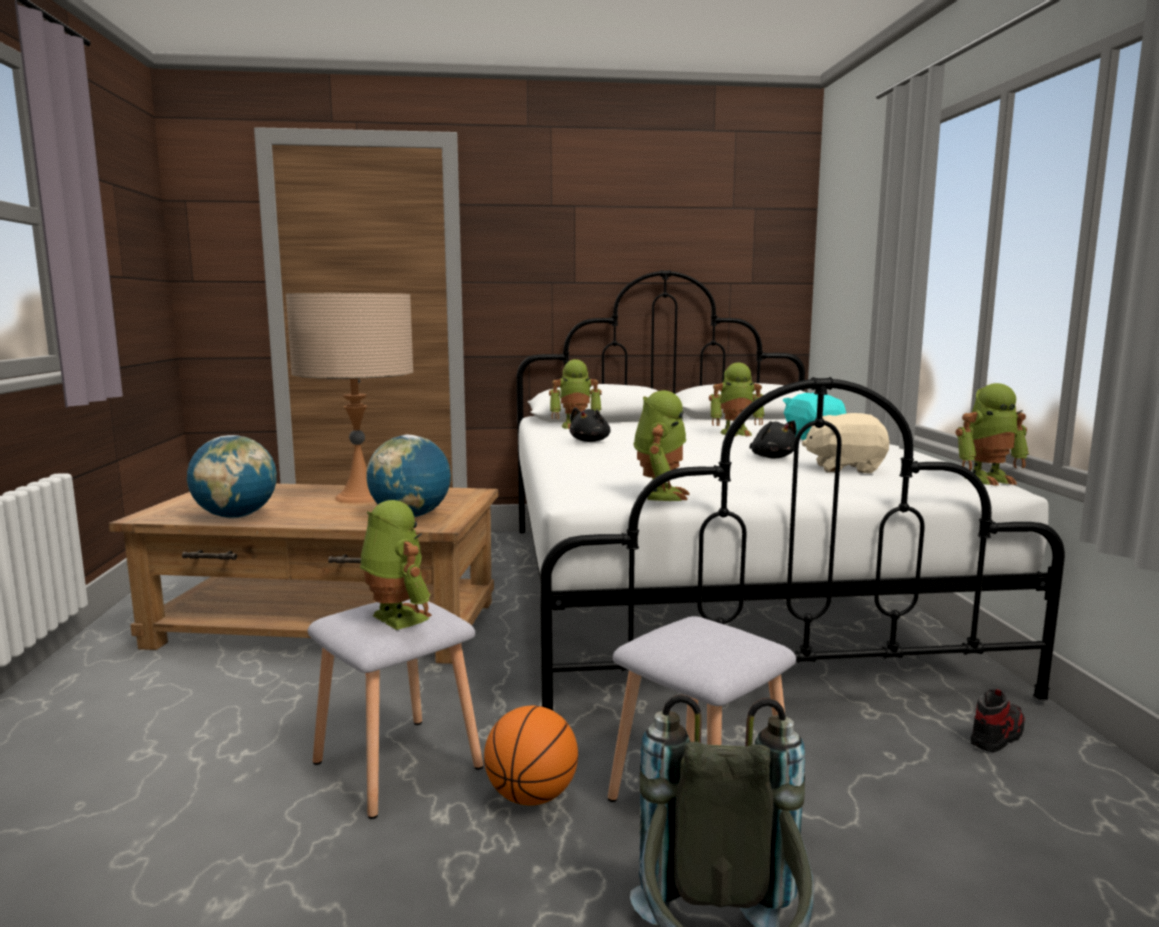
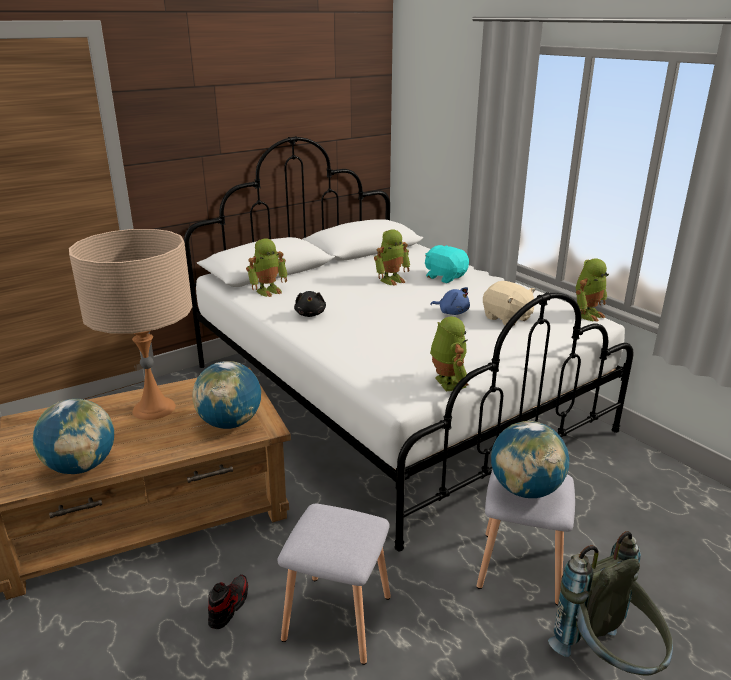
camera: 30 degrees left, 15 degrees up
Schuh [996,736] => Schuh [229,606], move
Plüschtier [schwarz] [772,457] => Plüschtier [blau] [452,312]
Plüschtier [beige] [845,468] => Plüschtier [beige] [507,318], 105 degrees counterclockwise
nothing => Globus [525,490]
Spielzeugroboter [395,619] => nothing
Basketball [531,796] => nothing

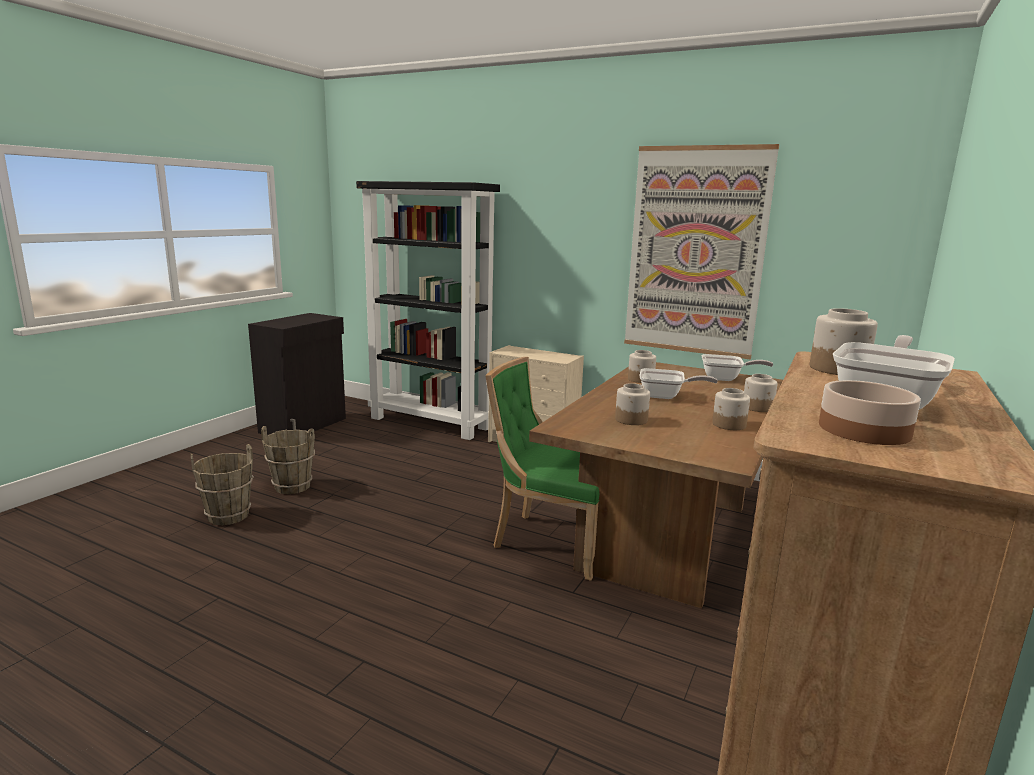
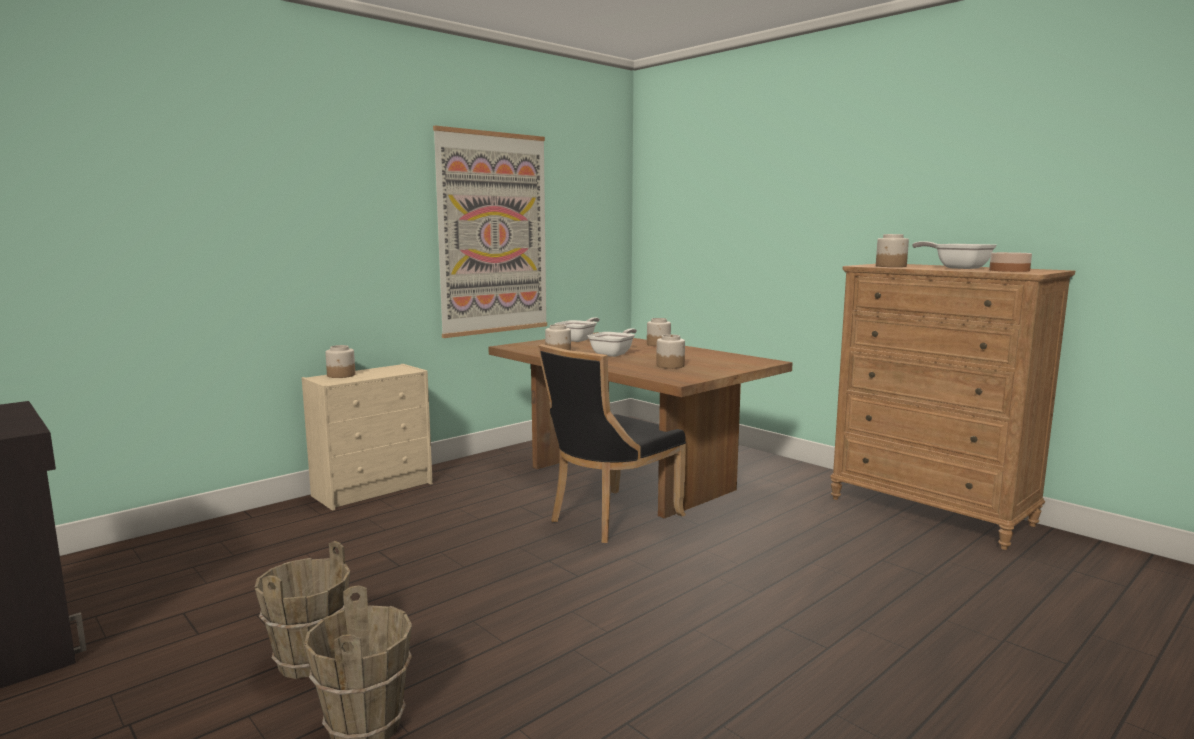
camera: 70 degrees left, 5 degrees down
Vorratsglas [729,425] => Vorratsglas [341,375], move
Stuhl [grün] [551,541] => Stuhl [schwarz] [610,518]
Bücherregal [schwarz] [431,423] => nothing

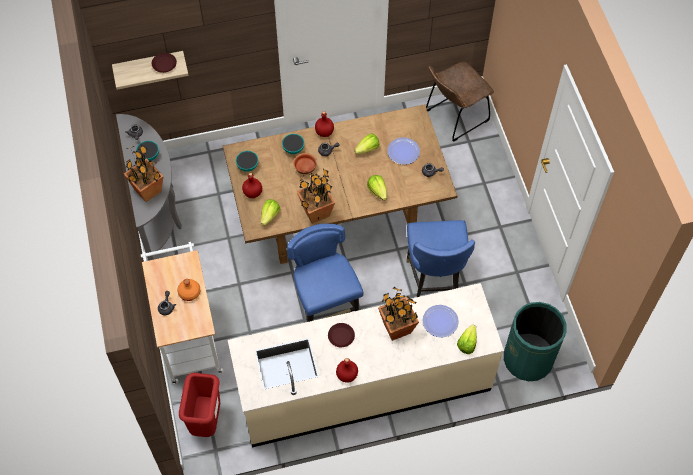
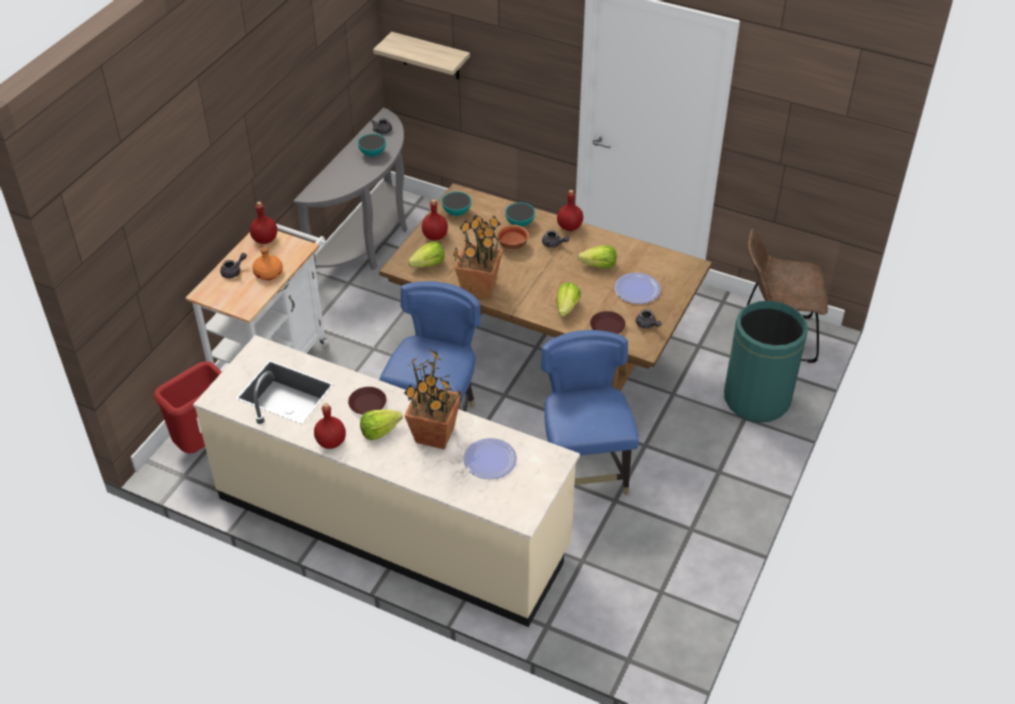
camera: 40 degrees right, 15 degrees down
nothing => Flasche [rot] [265,239]
Salatkopf [467,343] => Salatkopf [379,431], move
Stuhl [blau] [434,279] => Stuhl [blau] [583,473], 135 degrees clockwise
Teller [braun] [164,64] => Teller [braun] [607,326], move
Mülleimer [grün] [528,359] => Mülleimer [grün] [757,399], move
Topfpflanze [147,191] => nothing

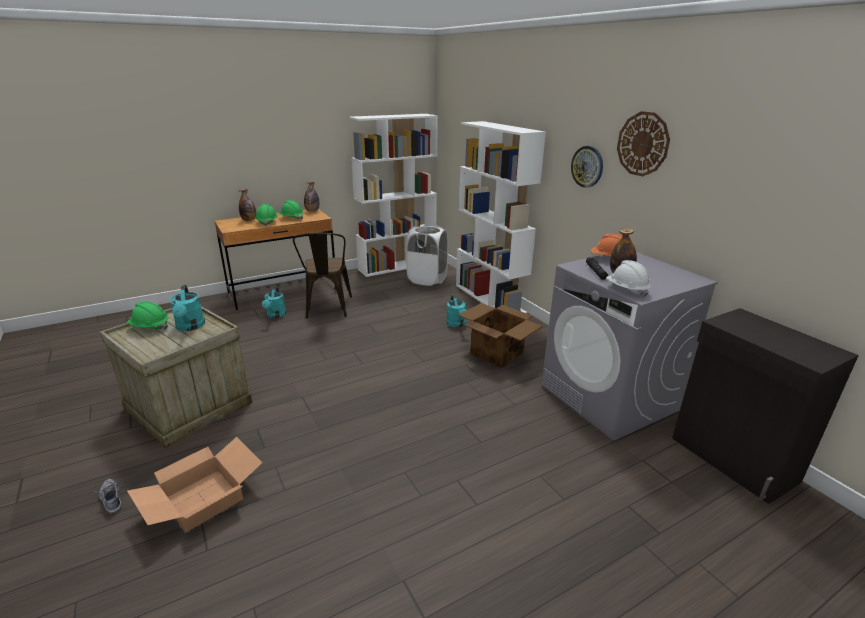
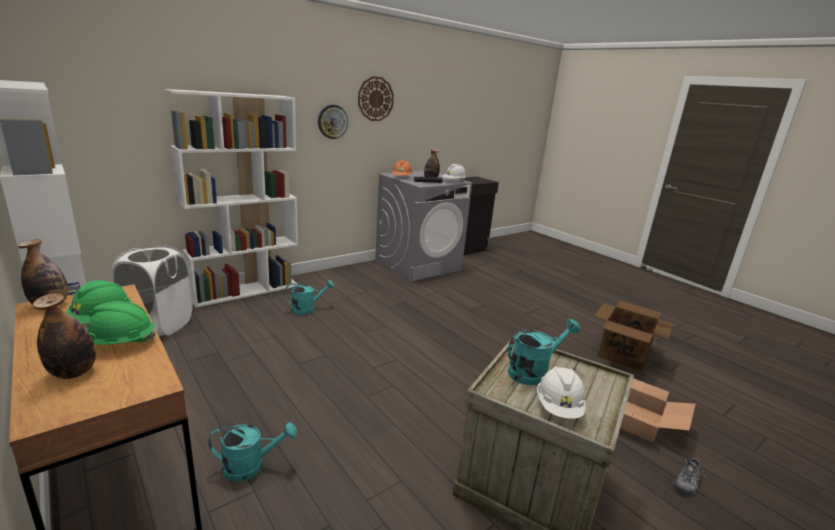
camera: 100 degrees left, 5 degrees down
Schutzhelm [grün] [150,327] => Schutzhelm [weiß] [558,407]
Karton [496,353] => Karton [622,355], move
Stuhl [braun] [327,309] => nothing

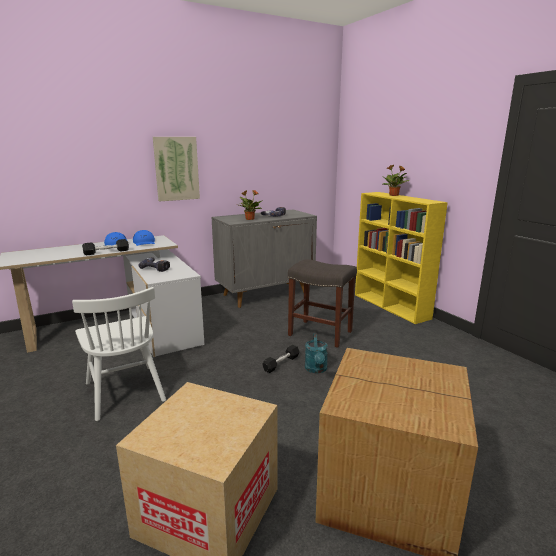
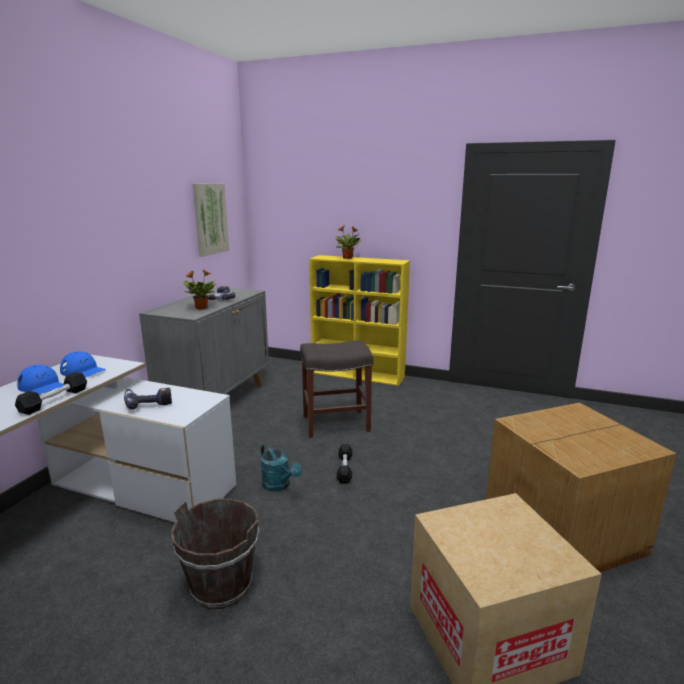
camera: 40 degrees left, 0 degrees up
Stuhl [weiß] [125,391] => Eimer [braun] [221,586]
Bild [176,168] => Bild [210,219], move
Gießkanne [türkis] [316,369] => Gießkanne [türkis] [279,485], move

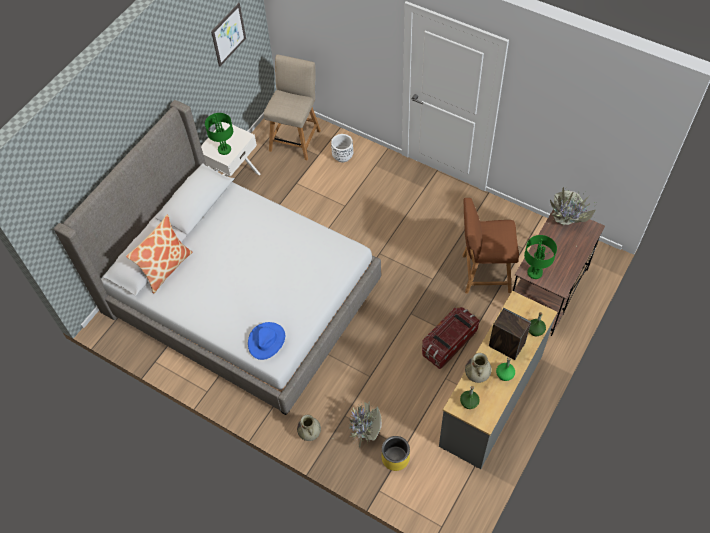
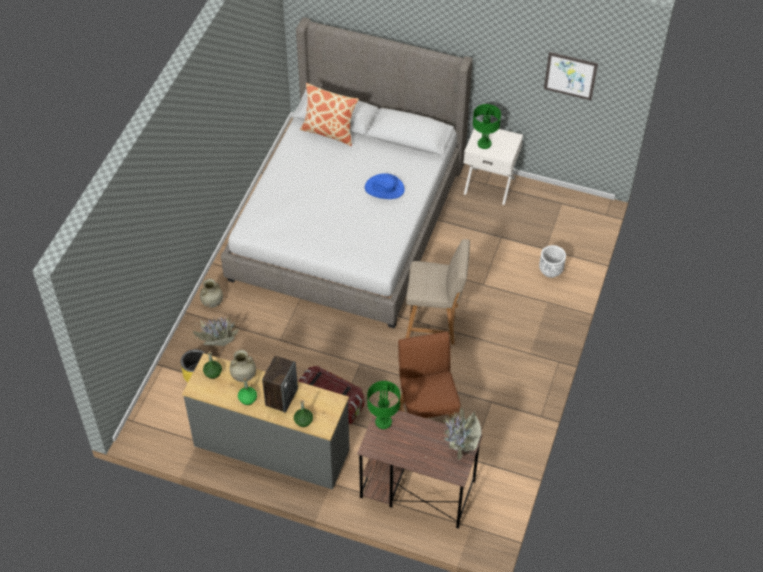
camera: 75 degrees right, 5 degrees down
Hut [blau] [266,341] => Hut [blau] [384,188], move
Stuhl [beige] [296,138] => Stuhl [beige] [435,322], move

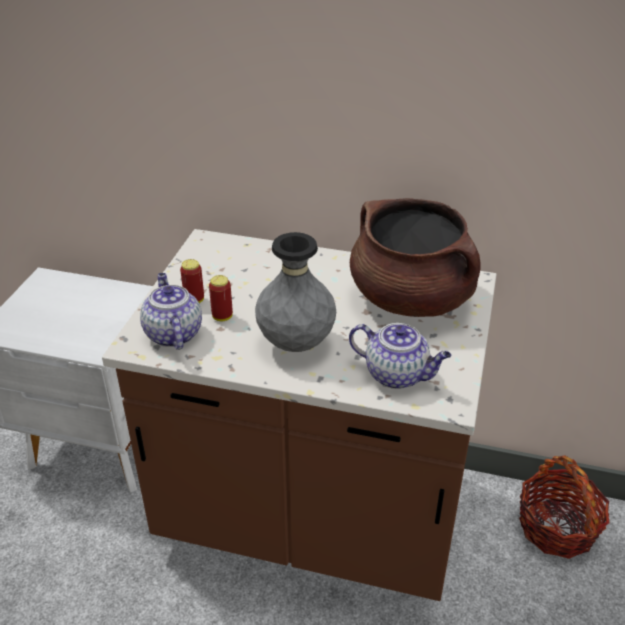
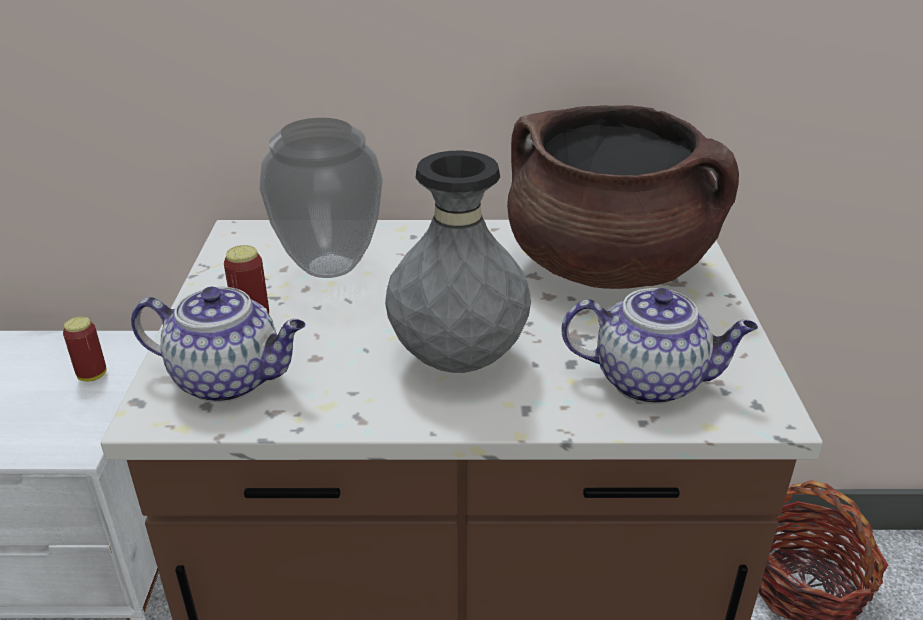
camera: 15 degrees left, 5 degrees down
Dose [222,316] => Dose [92,375], move
Teekanne [172,334] => Teekanne [230,379], 135 degrees clockwise
nothing => Vase [331,266]

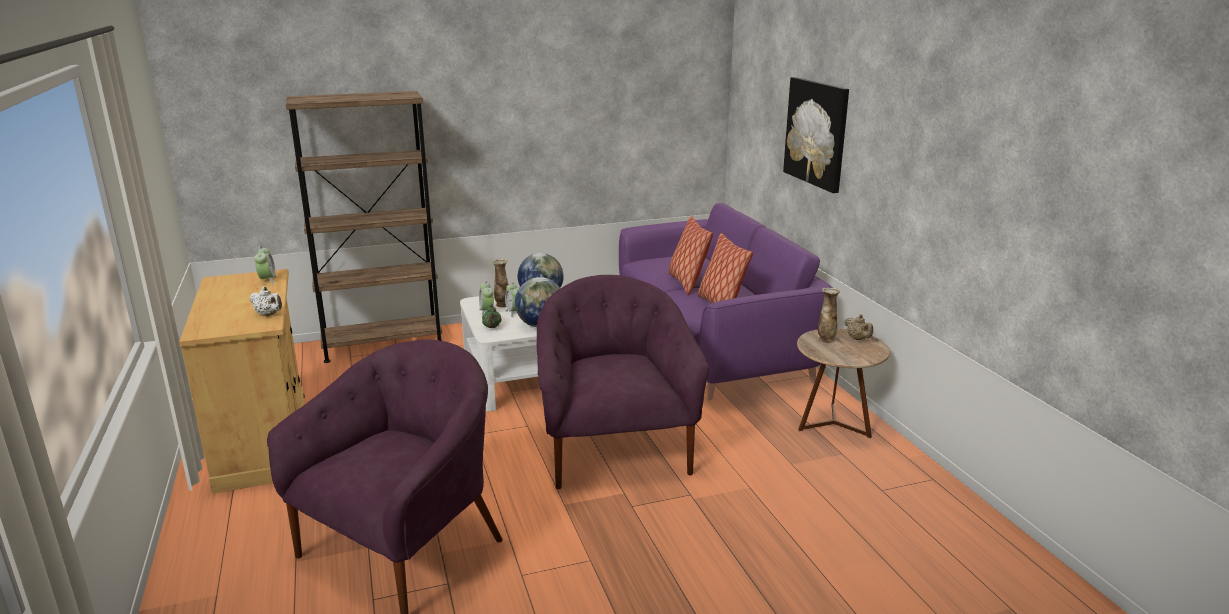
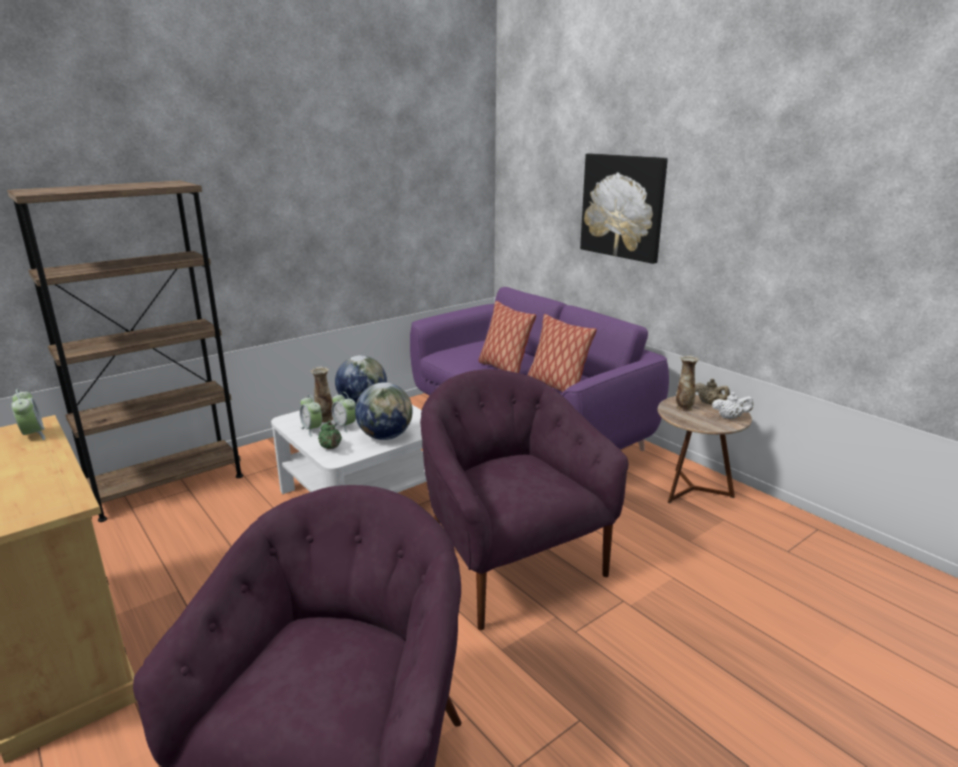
camera: 20 degrees left, 0 degrees up
Teekanne [weiß] [268,314] => Teekanne [weiß] [730,417], move

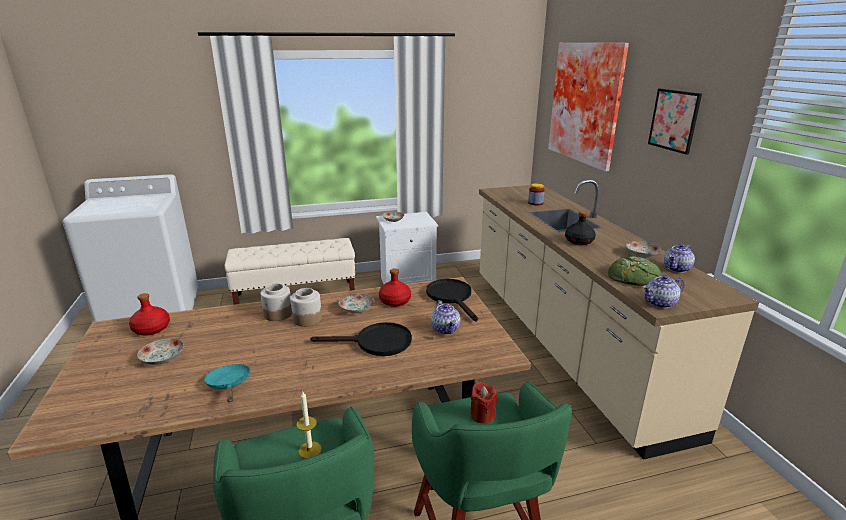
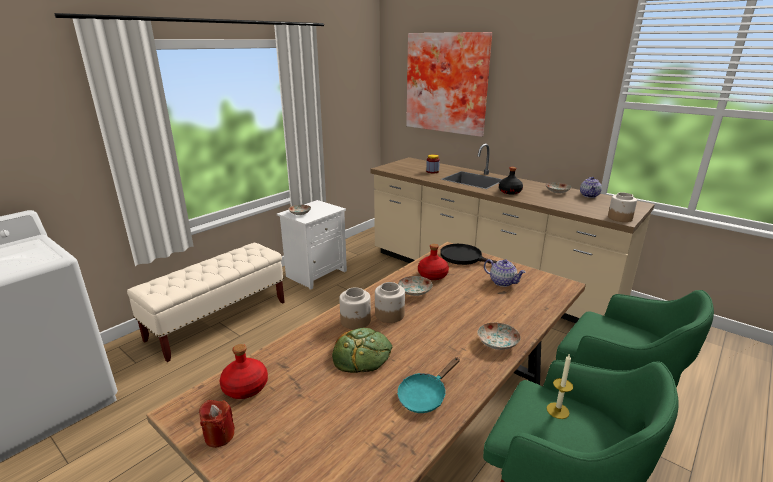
camera: 35 degrees left, 0 degrees up
Kerze [rot] [482,415] => Kerze [rot] [219,436], move
Brot [634,276] => Brot [362,354], move
Pfanne [türkis] [229,385] => Pfanne [türkis] [425,396], 75 degrees counterclockwise
Teller [162,359] => Teller [497,343], move
Teekanne [660,303] => Vorratsglas [620,218]
Pfanne [schwarz] [376,343] => nothing
Bild [674,120] => nothing

